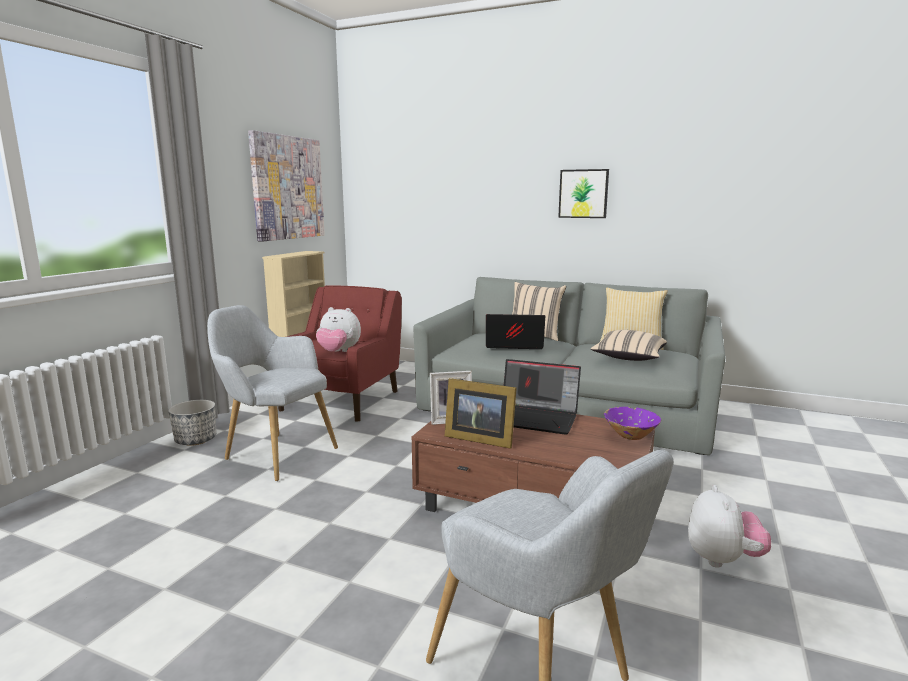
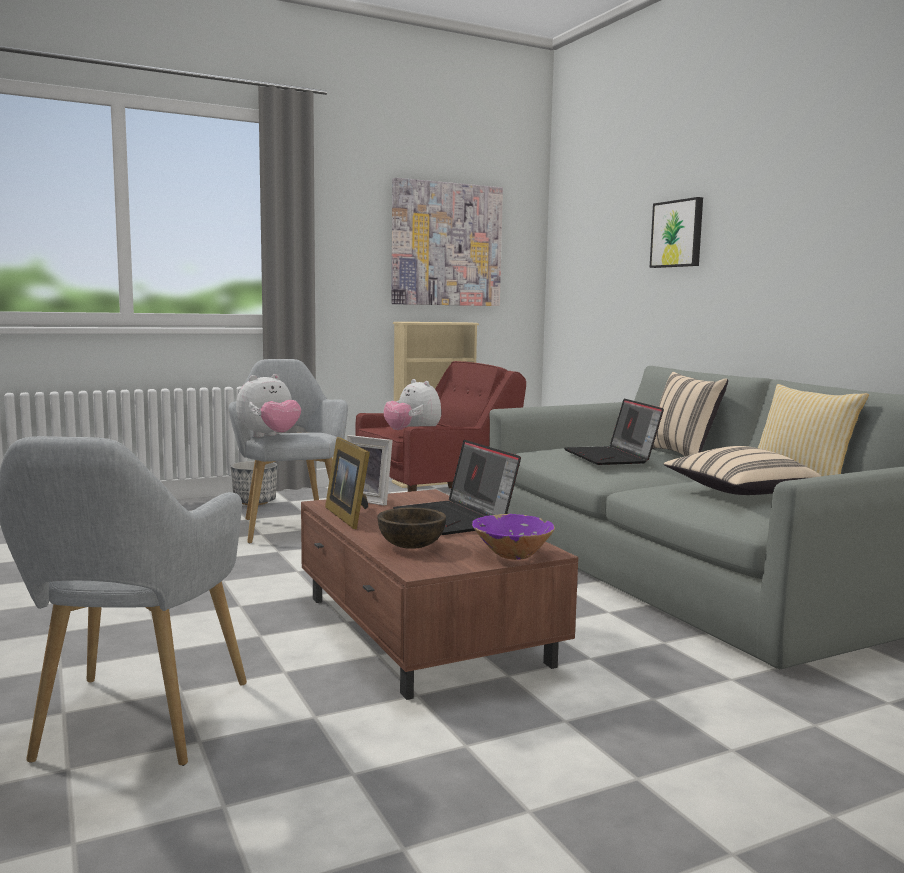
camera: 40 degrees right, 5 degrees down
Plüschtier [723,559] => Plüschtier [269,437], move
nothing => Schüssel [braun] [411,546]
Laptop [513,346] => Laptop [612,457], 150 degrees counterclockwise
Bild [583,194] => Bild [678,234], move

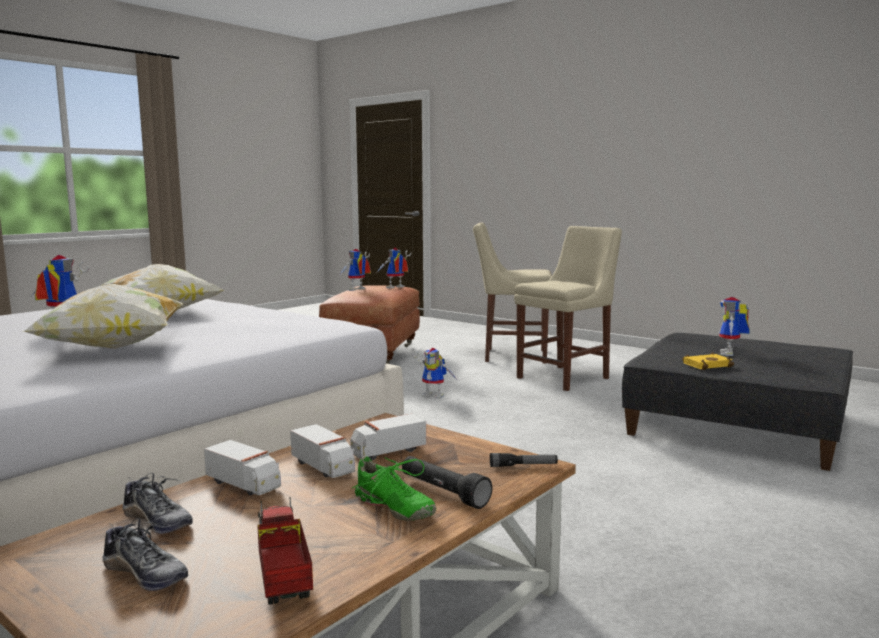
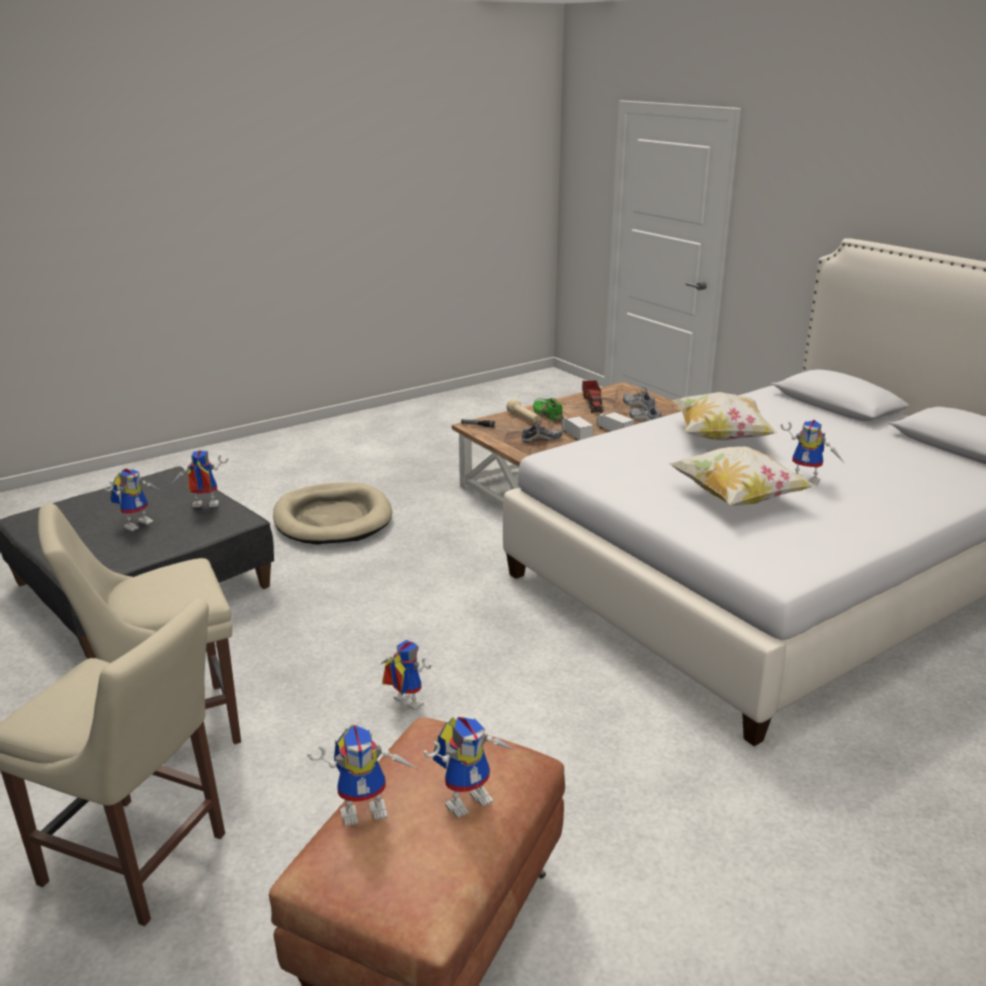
camera: 165 degrees left, 15 degrees up
Buch [gelb] [707,365] => Spielzeugroboter [202,506]
nothing => Hundebett [beige] [333,519]
Taschenlampe [schwarz] [443,492] => Taschenlampe [beige] [524,418]
Spielzeuglaster [387,452] => Schuh [541,439]

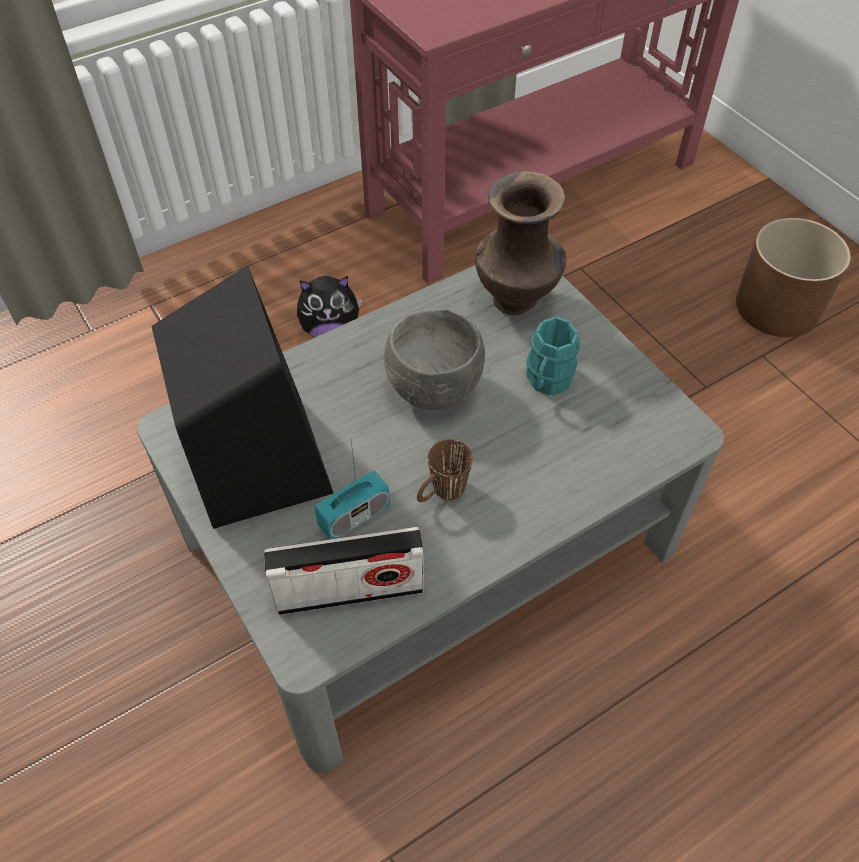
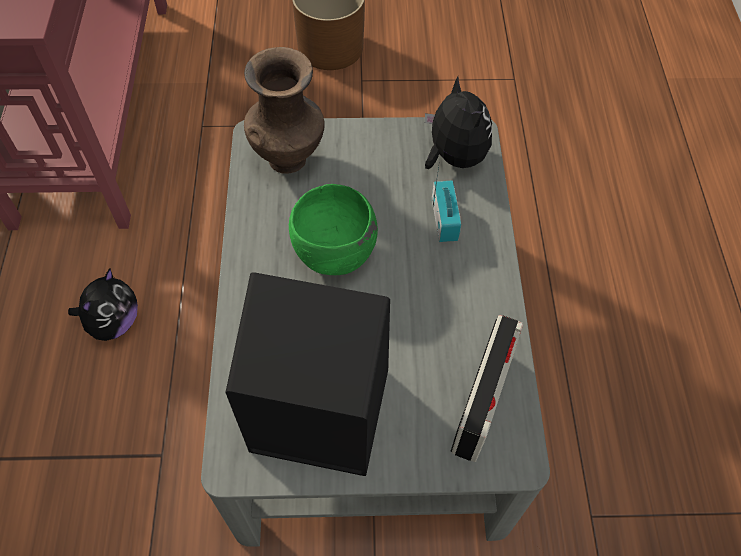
camera: 60 degrees left, 5 degrees up
Schüssel [grau] [433,389] => Schüssel [grün] [334,254]
nothing => Plüschtier [453,157]
Radio [354,516] => Radio [444,220], move
Henkelbecher [braun] [441,493] => nothing
Henkelbecher [türkis] [546,381] => nothing

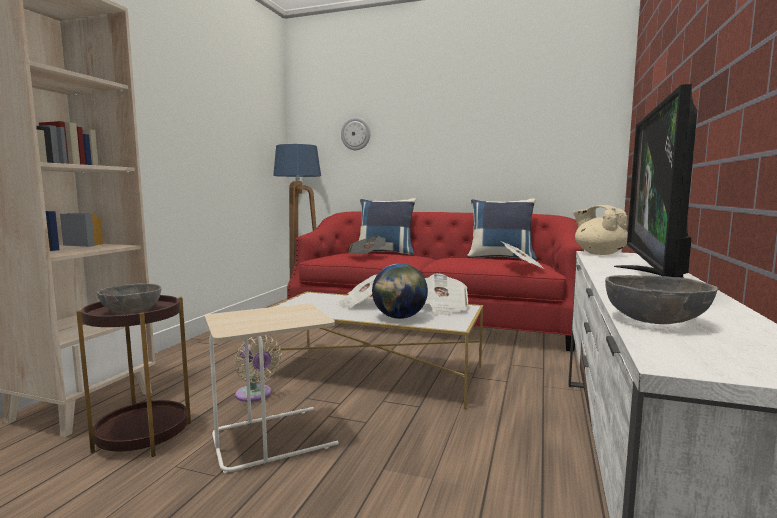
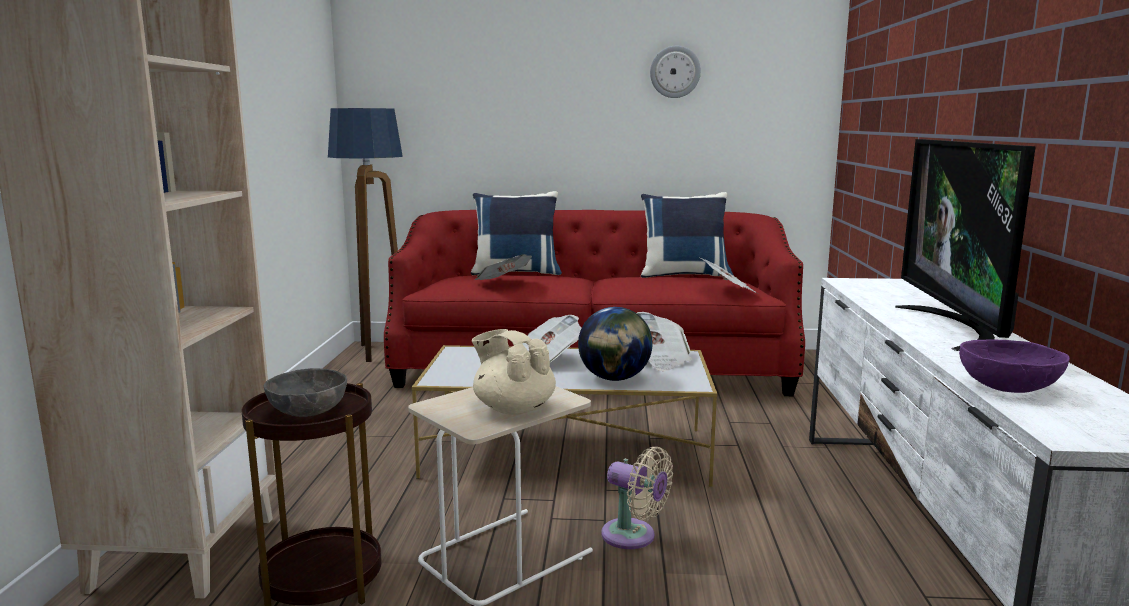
camera: 15 degrees left, 5 degrees up
Teekanne [beige] [599,253] => Teekanne [beige] [513,408], move
Ventilator [beige] [255,395] => Ventilator [beige] [633,536], move
Wanduhr [356,134] => Wanduhr [675,72], move
Schüssel [grau] [655,320] => Schüssel [lila] [1008,387]

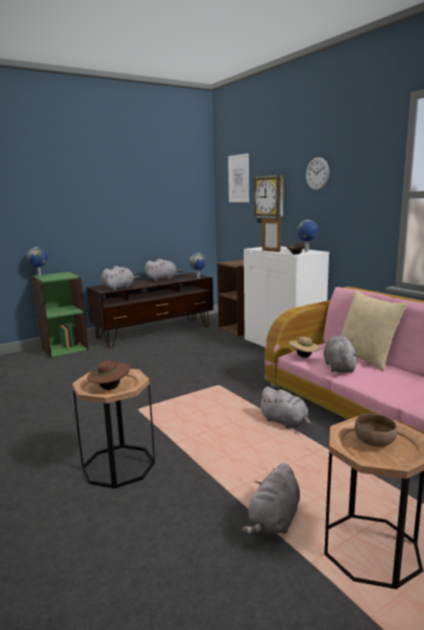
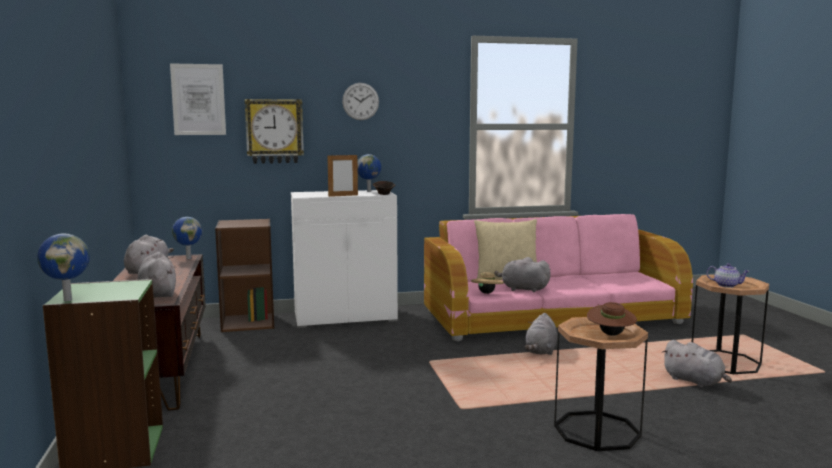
camera: 70 degrees left, 5 degrees down
Plüschtier [grau] [285,422] => Plüschtier [grau] [541,351], 135 degrees clockwise
Schüssel [braun] [375,442] => Teekanne [726,285]

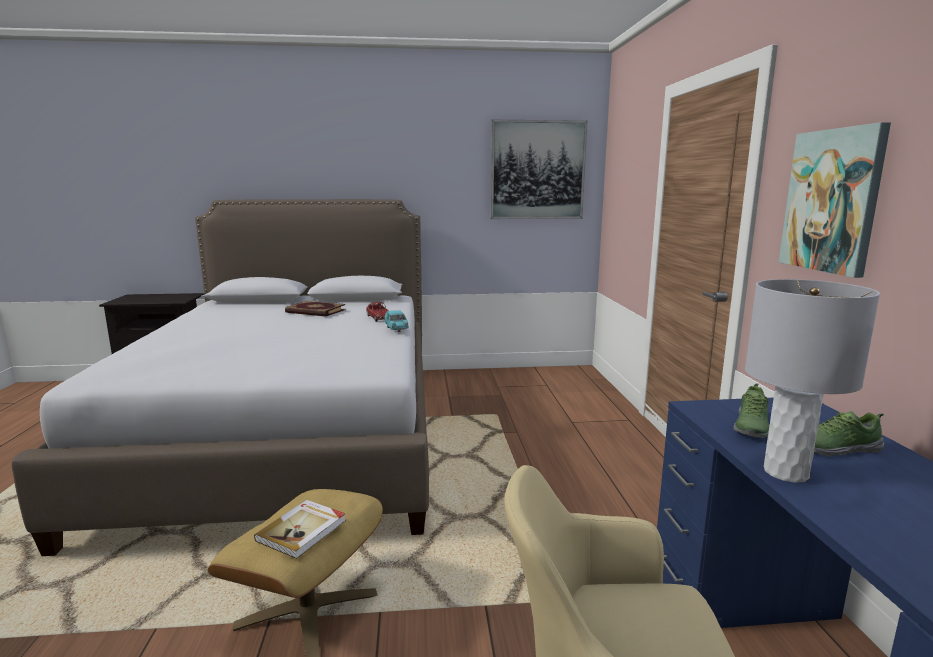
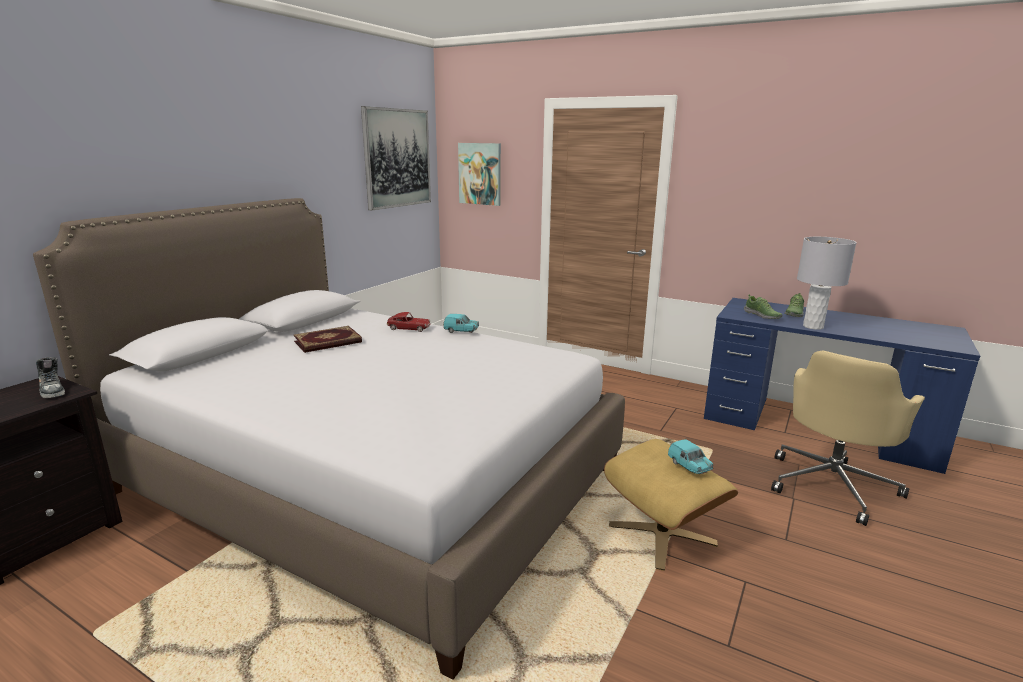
camera: 55 degrees left, 5 degrees up
nothing => Schuh [52,390]
Bild [832,201] => Bild [480,174], move
Buch [303,530] => Spielzeugauto [türkis] [689,467]

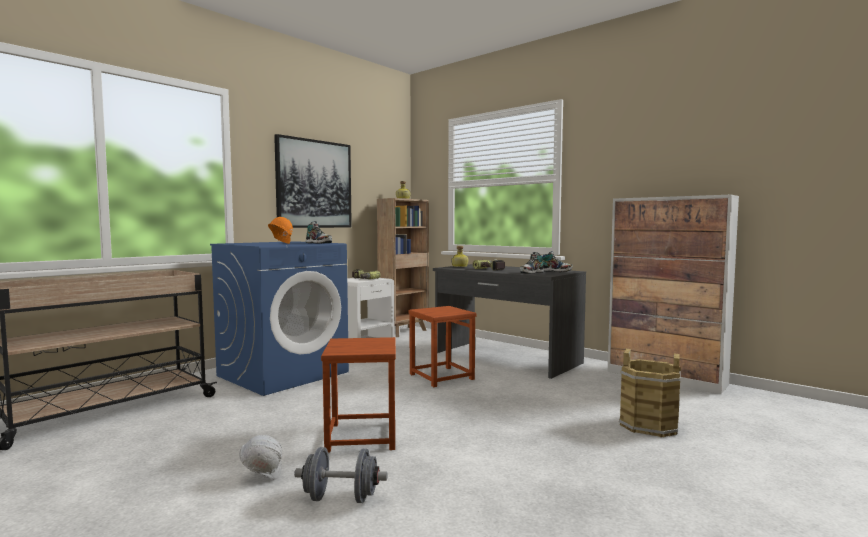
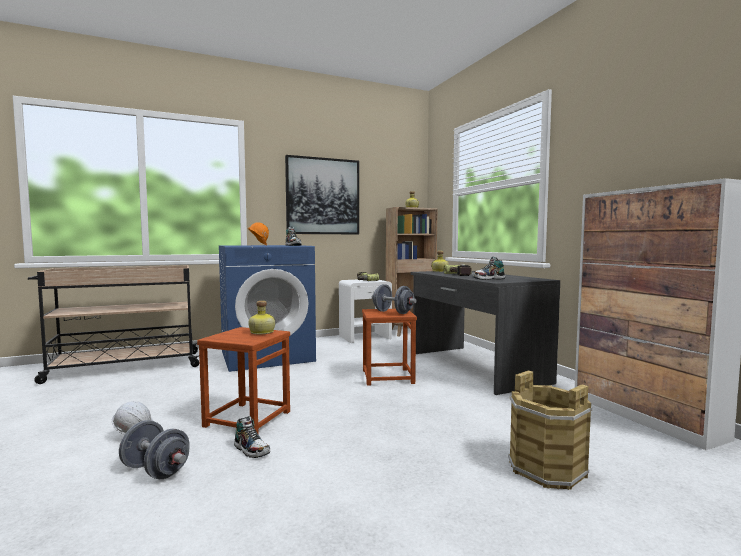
camera: 25 degrees right, 0 degrees up
Schuh [555,271] => Schuh [251,450], move
nothing => Flasche [261,332]
nothing => Hantel [grau] [393,312]

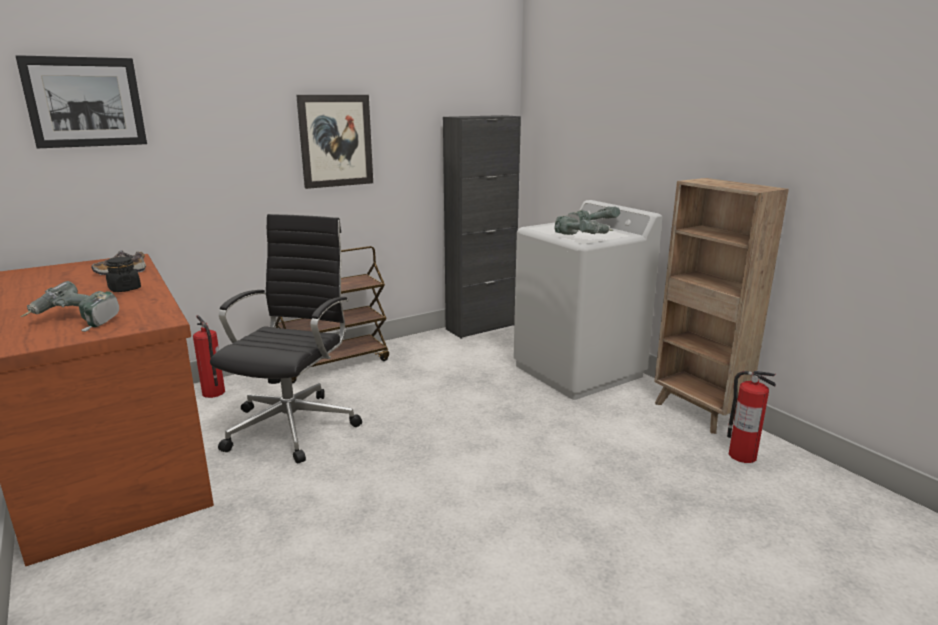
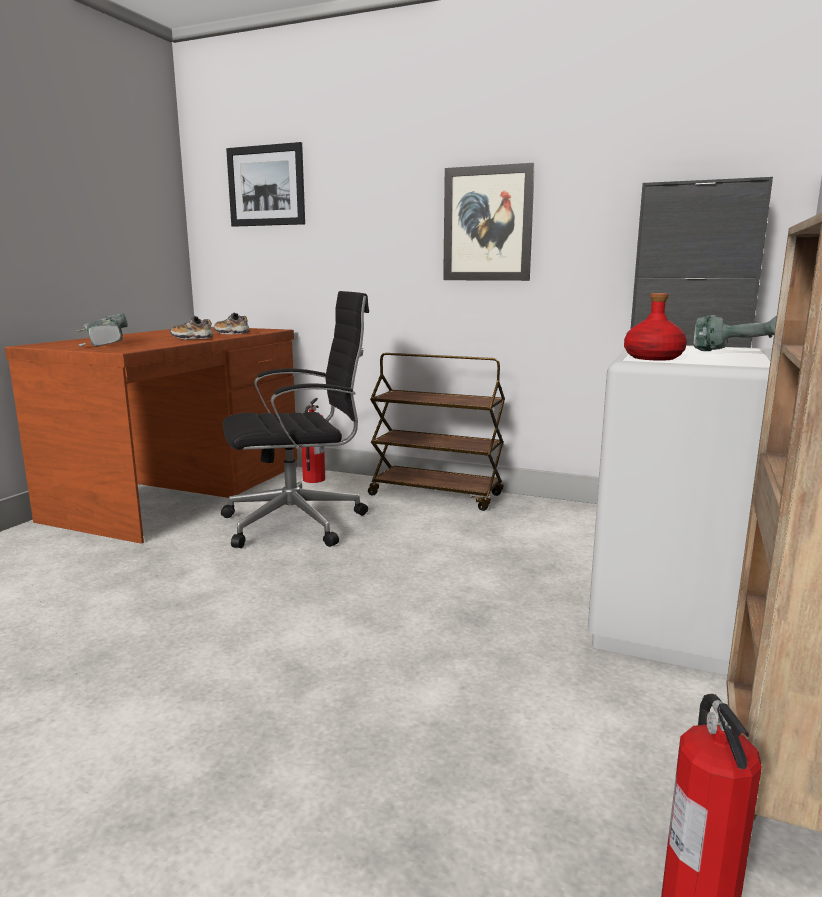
camera: 55 degrees right, 5 degrees down
Vorratsglas [schwarz] [124,289] => Schuh [192,338]
Bohrmaschine [582,238] => Flasche [rot] [653,358]

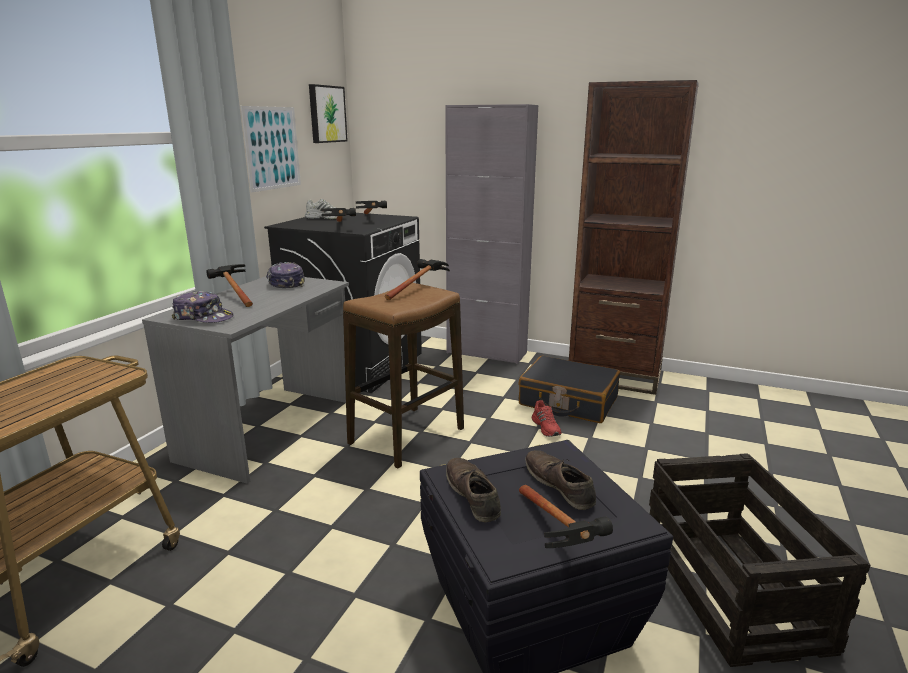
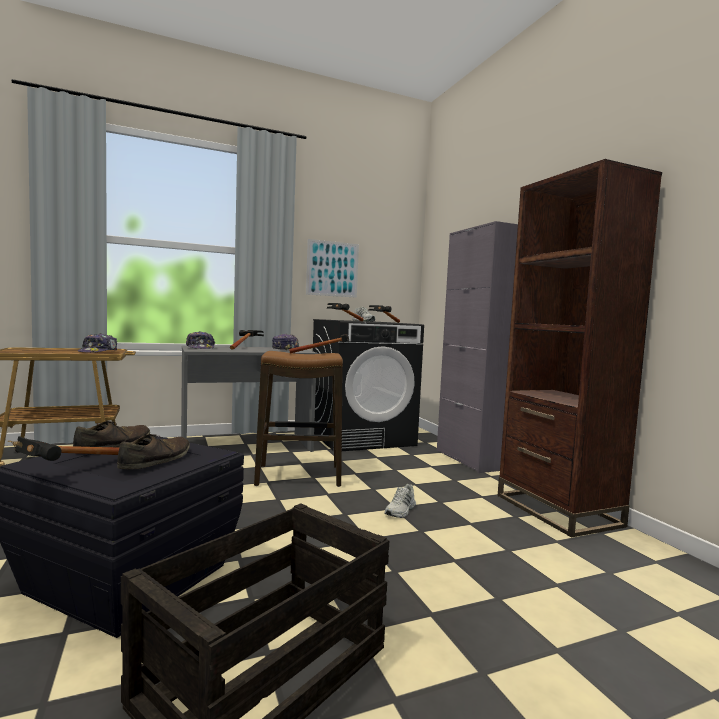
camera: 45 degrees right, 15 degrees down
nothing => Kappe [98,352]
Schuh [rot] [546,427] => Schuh [weiß] [401,511]
Bild [326,114] => nothing
Koffer [schwarz] [568,401] => nothing

